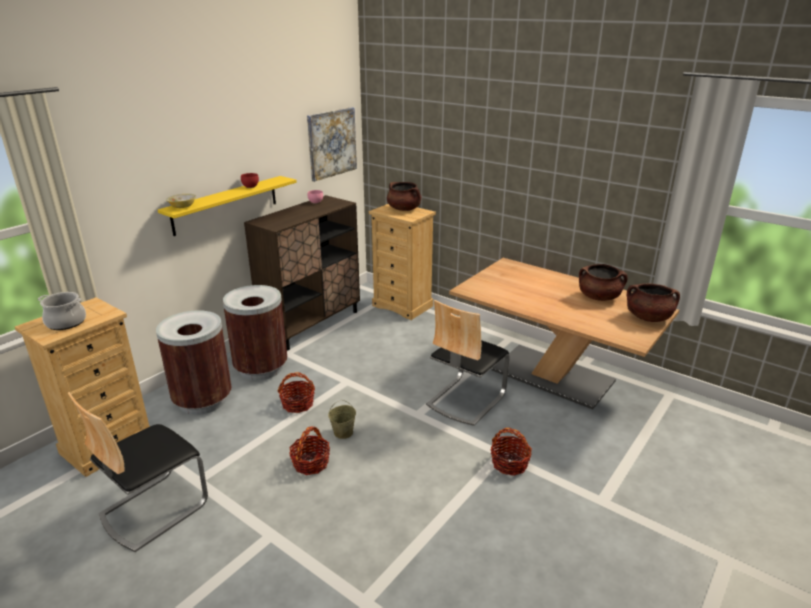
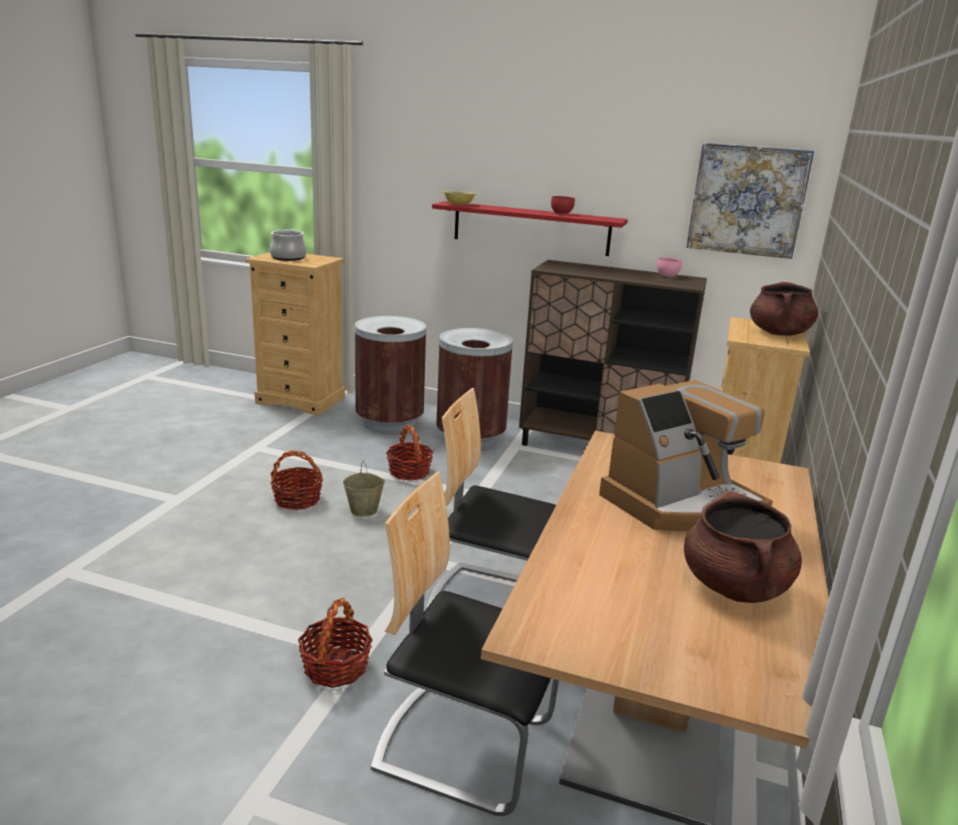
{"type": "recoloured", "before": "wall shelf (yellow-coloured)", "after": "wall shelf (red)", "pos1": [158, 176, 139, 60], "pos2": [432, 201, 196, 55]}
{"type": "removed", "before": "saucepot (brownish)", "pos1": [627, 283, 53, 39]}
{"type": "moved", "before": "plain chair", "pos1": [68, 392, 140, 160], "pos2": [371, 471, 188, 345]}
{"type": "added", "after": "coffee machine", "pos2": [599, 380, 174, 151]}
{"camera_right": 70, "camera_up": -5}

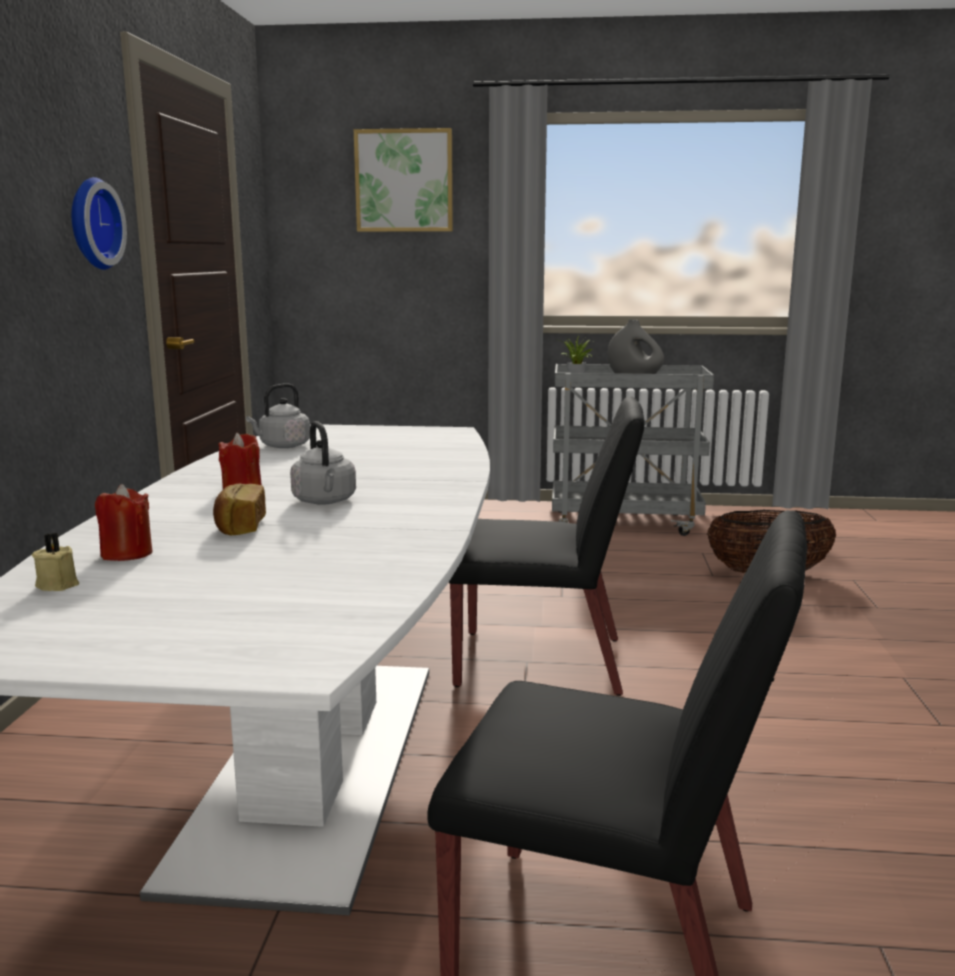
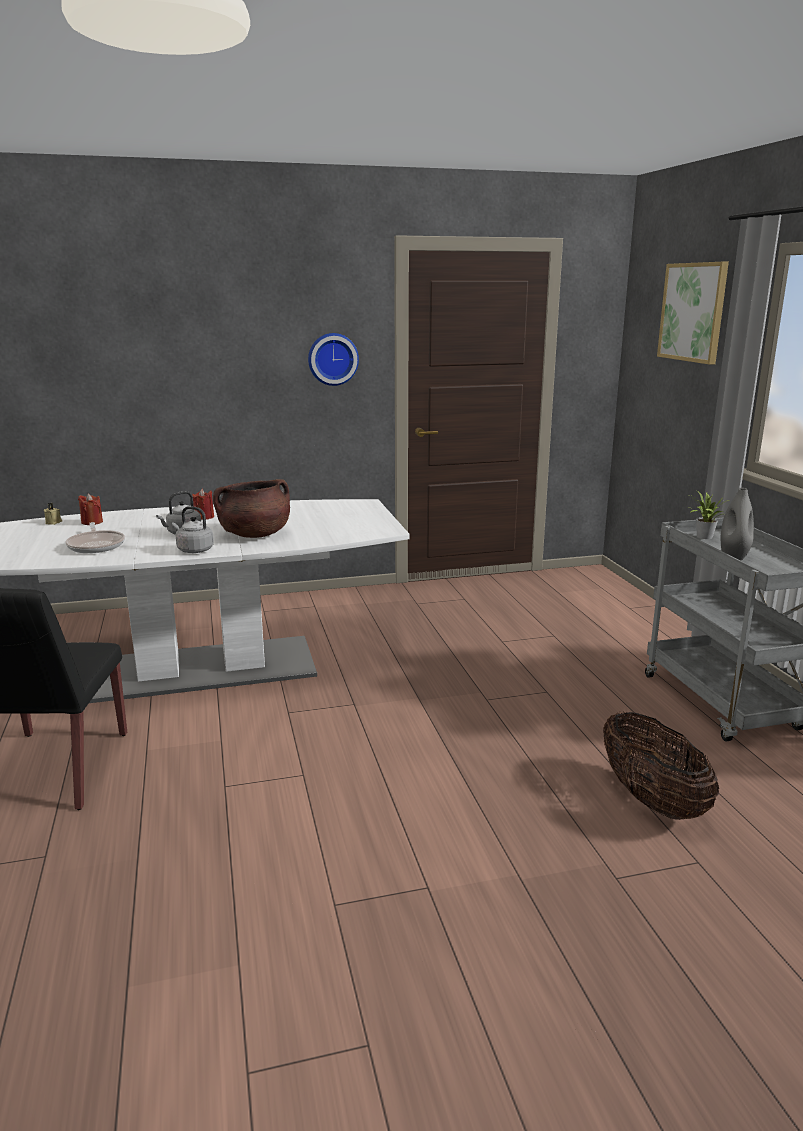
{"type": "moved", "before": "tea kettle (greyish)", "pos1": [246, 383, 64, 65], "pos2": [172, 506, 42, 47]}
{"type": "removed", "before": "plain chair (black-coloured)", "pos1": [449, 397, 196, 299]}
{"type": "removed", "before": "bakery bread", "pos1": [213, 484, 53, 51]}
{"type": "added", "after": "saucepot (brownish)", "pos2": [213, 479, 77, 59]}
{"type": "added", "after": "skillet", "pos2": [65, 522, 60, 31]}
{"camera_right": 70, "camera_up": 5}

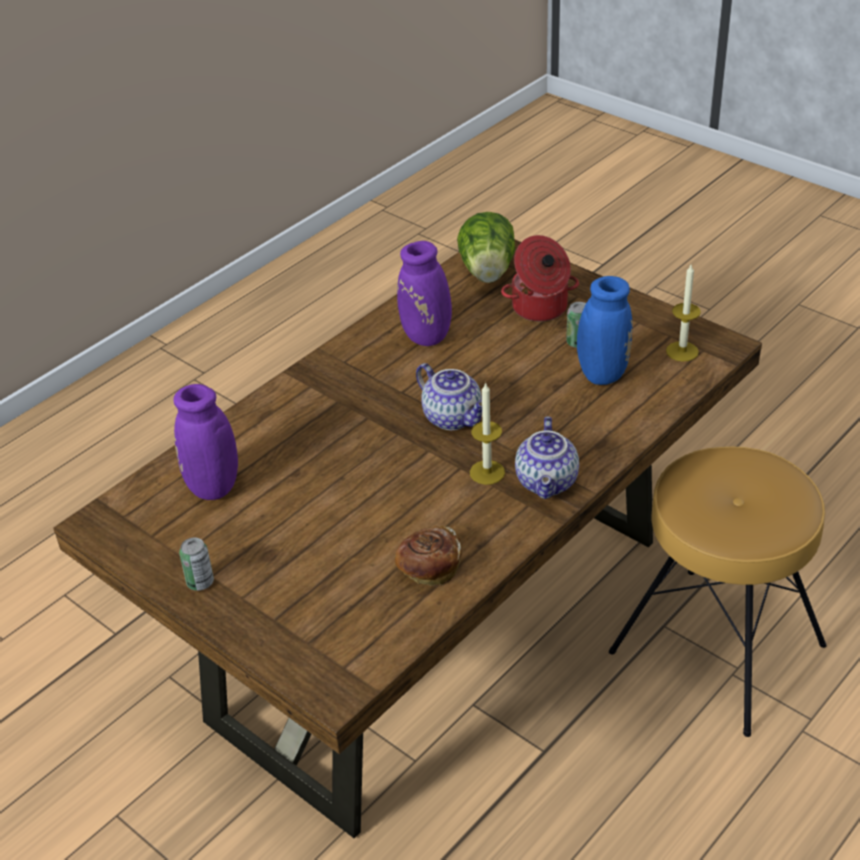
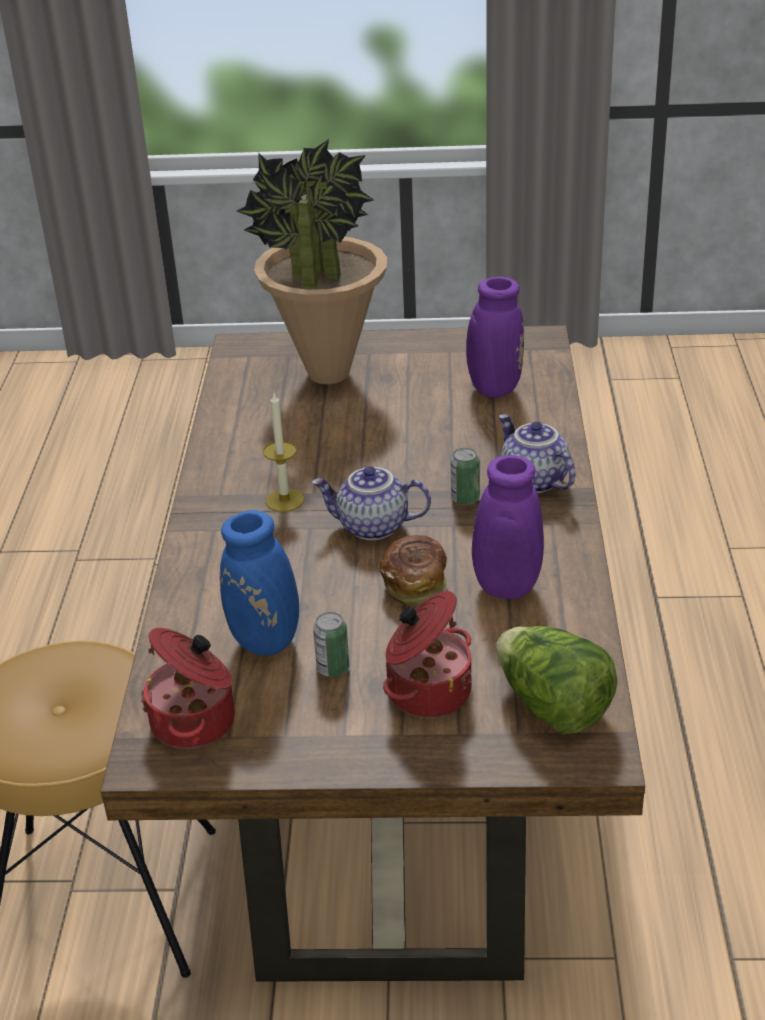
{"type": "replaced", "before": "wax candle", "after": "saucepot", "pos1": [666, 265, 35, 97], "pos2": [141, 628, 94, 121]}
{"type": "moved", "before": "teapot", "pos1": [515, 416, 64, 83], "pos2": [499, 414, 76, 79]}
{"type": "moved", "before": "bakery bread", "pos1": [395, 526, 67, 61], "pos2": [380, 535, 67, 71]}
{"type": "moved", "before": "sealed can", "pos1": [179, 538, 35, 53], "pos2": [451, 448, 29, 57]}
{"type": "added", "after": "houseplant", "pos2": [237, 139, 150, 245]}
{"camera_right": 140, "camera_up": -5}

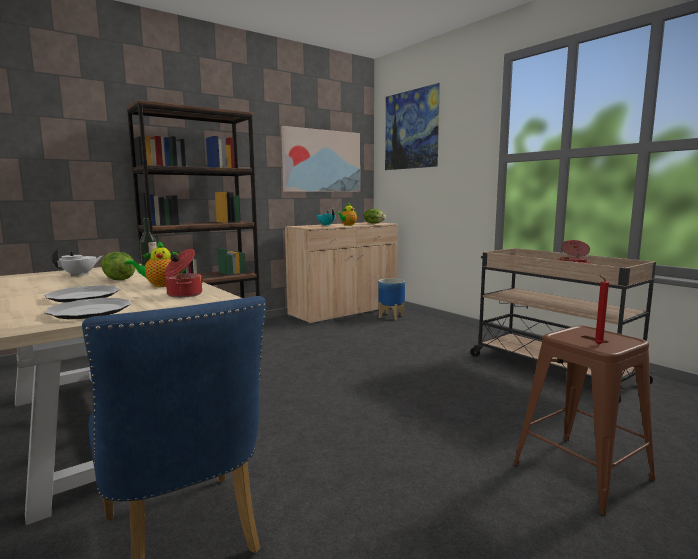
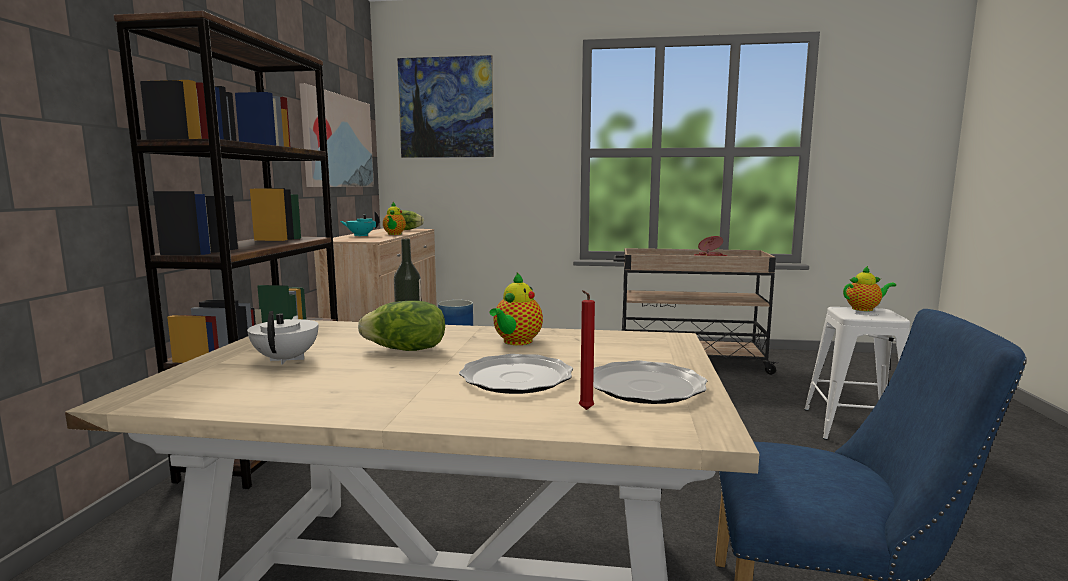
{"type": "removed", "before": "saucepot", "pos1": [164, 249, 39, 49]}
{"type": "moved", "before": "wax candle (red)", "pos1": [594, 275, 15, 70], "pos2": [579, 290, 16, 120]}
{"type": "recoloured", "before": "stool (brownish)", "after": "stool (whitish)", "pos1": [513, 325, 143, 191], "pos2": [804, 307, 106, 133]}
{"type": "added", "after": "teapot", "pos2": [843, 266, 53, 45]}
{"camera_right": -45, "camera_up": 0}

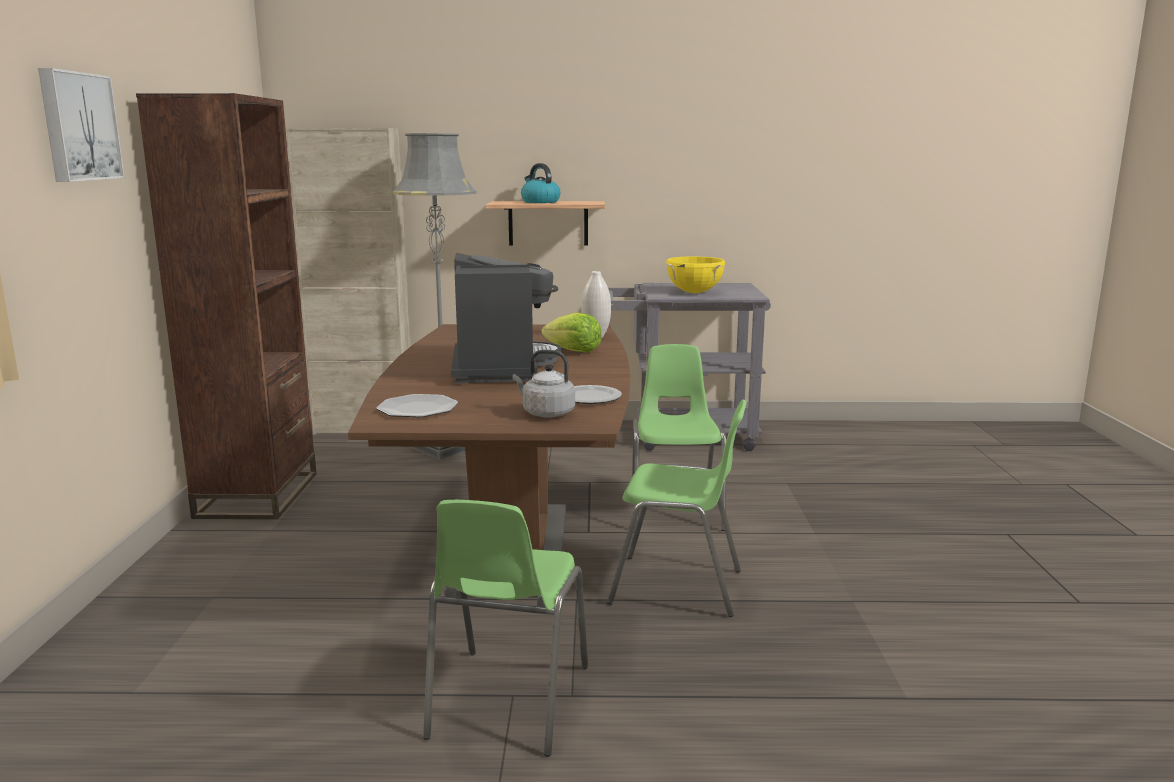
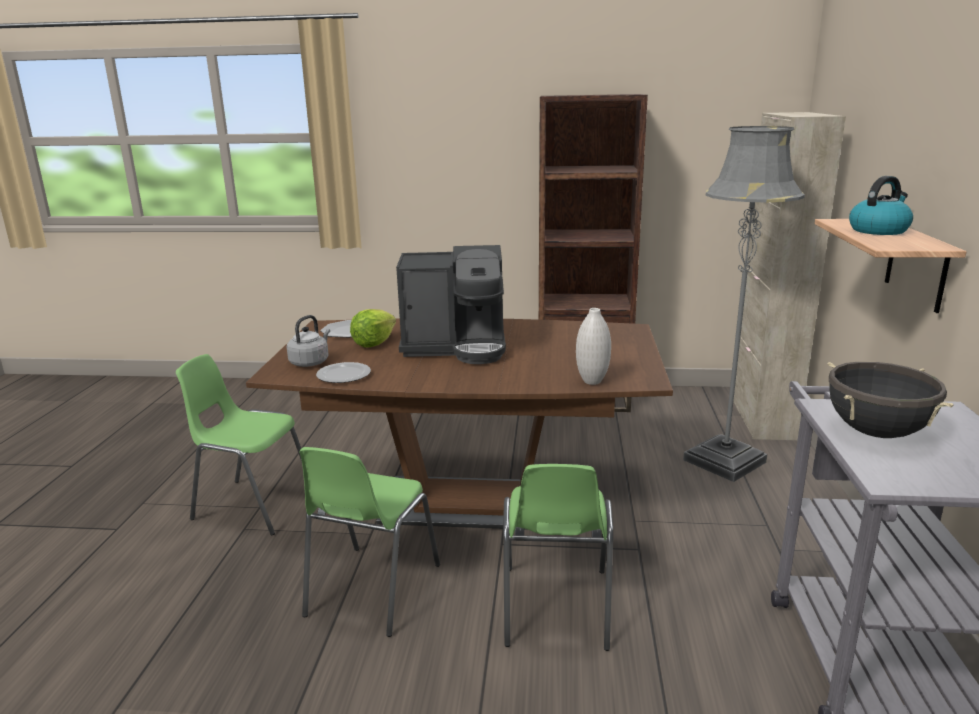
{"type": "removed", "before": "wall picture", "pos1": [38, 68, 87, 114]}
{"type": "recoloured", "before": "saucepot (yellow-coloured)", "after": "saucepot (black-coloured)", "pos1": [666, 256, 59, 37], "pos2": [828, 361, 126, 77]}
{"type": "moved", "before": "lettuce head", "pos1": [542, 313, 59, 40], "pos2": [350, 309, 46, 39]}
{"type": "turned", "before": "plain chair (green)", "pos1": [632, 344, 94, 187], "pos2": [503, 464, 110, 187], "turn": 90}
{"camera_right": 95, "camera_up": 5}

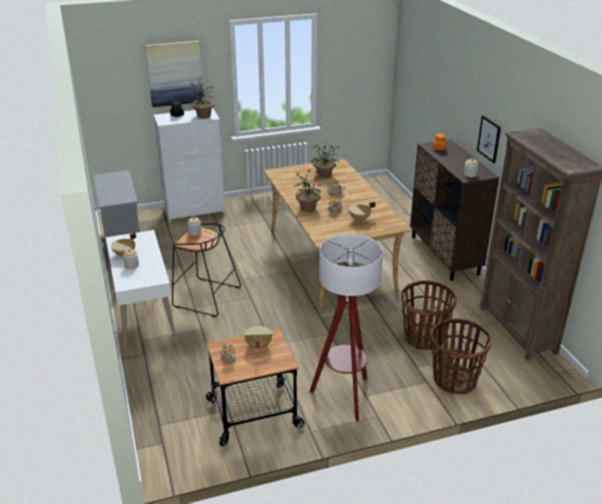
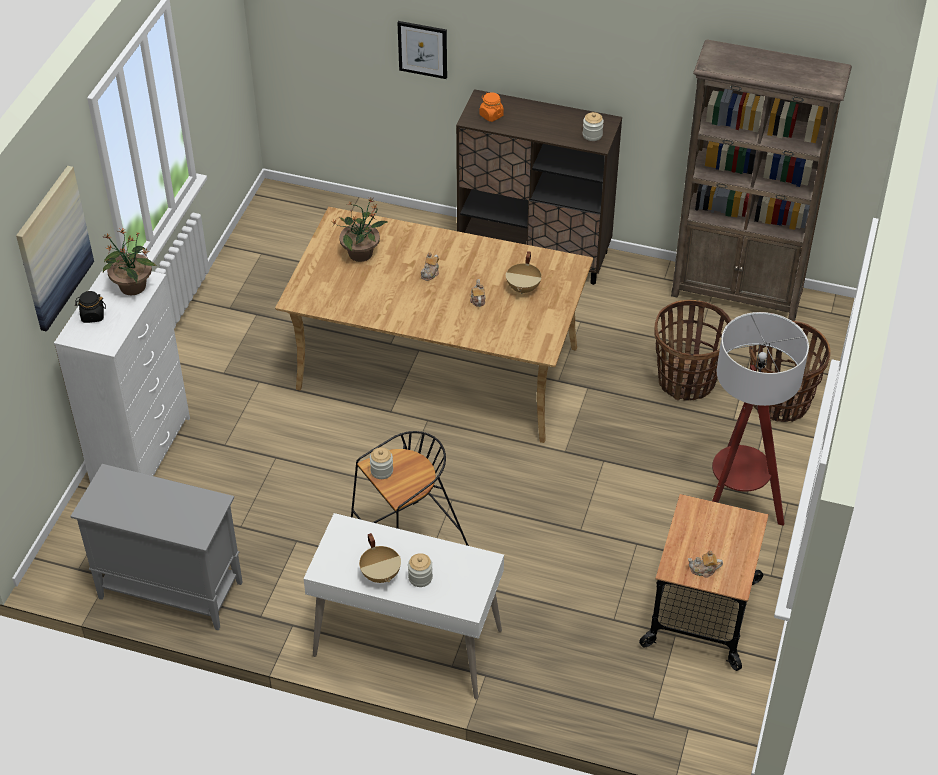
{"type": "moved", "before": "wall picture", "pos1": [477, 115, 24, 48], "pos2": [397, 21, 50, 58]}
{"type": "removed", "before": "houseplant", "pos1": [293, 168, 29, 44]}
{"type": "removed", "before": "saucepot (beige)", "pos1": [244, 324, 29, 26]}
{"camera_right": -55, "camera_up": 15}

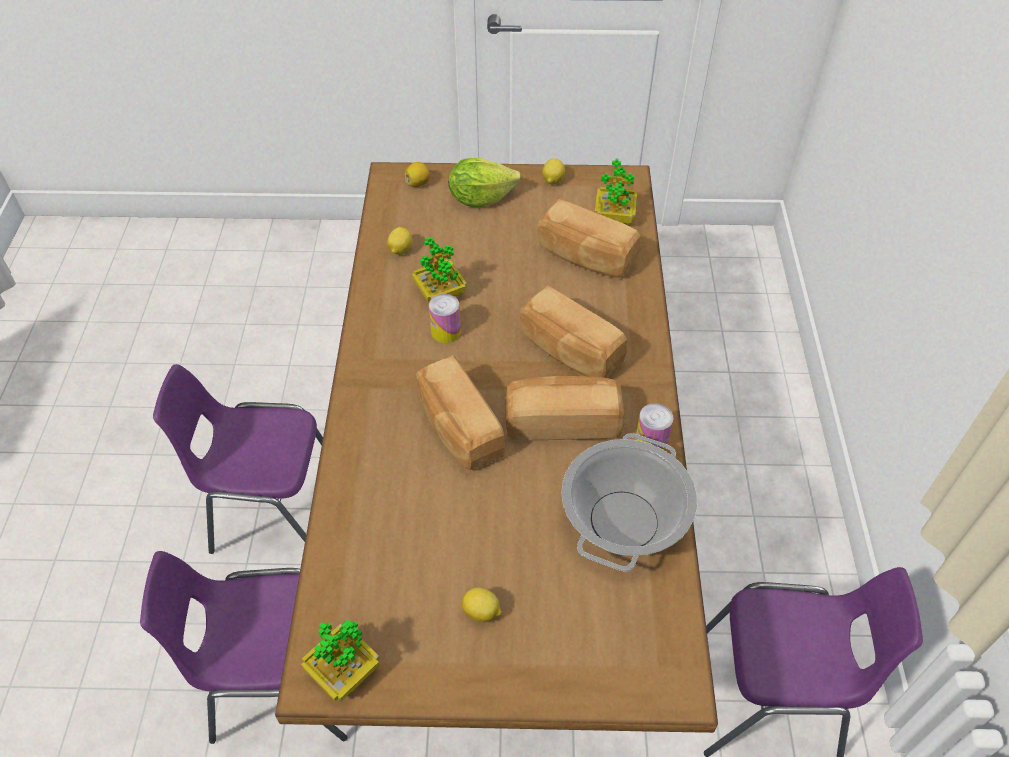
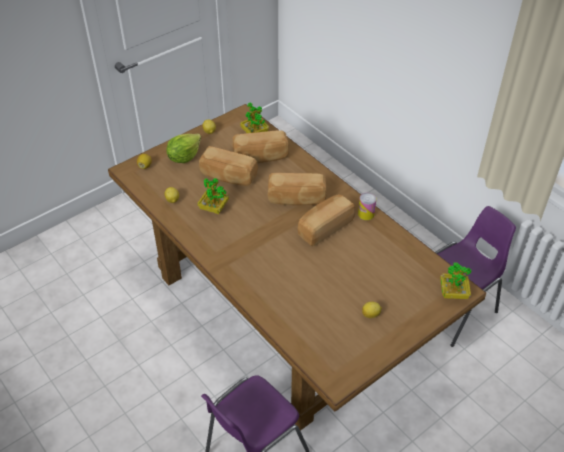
{"type": "removed", "before": "sealed can", "pos1": [429, 294, 32, 49]}
{"type": "moved", "before": "bakery bread", "pos1": [416, 355, 90, 115], "pos2": [199, 146, 59, 40]}
{"type": "removed", "before": "plain chair (purplish)", "pos1": [153, 364, 170, 190]}
{"type": "removed", "before": "saucepot", "pos1": [561, 433, 136, 139]}
{"type": "moved", "before": "houseplant", "pos1": [301, 620, 79, 82], "pos2": [440, 262, 31, 37]}
{"camera_right": -40, "camera_up": -5}

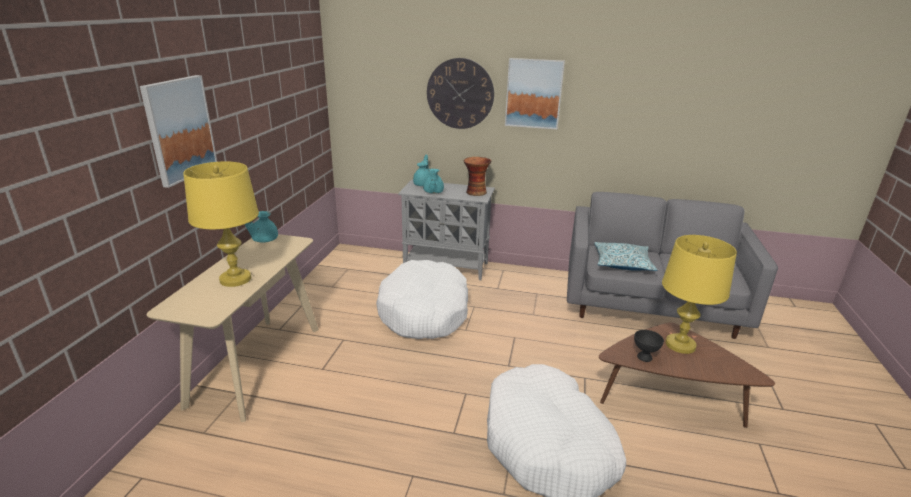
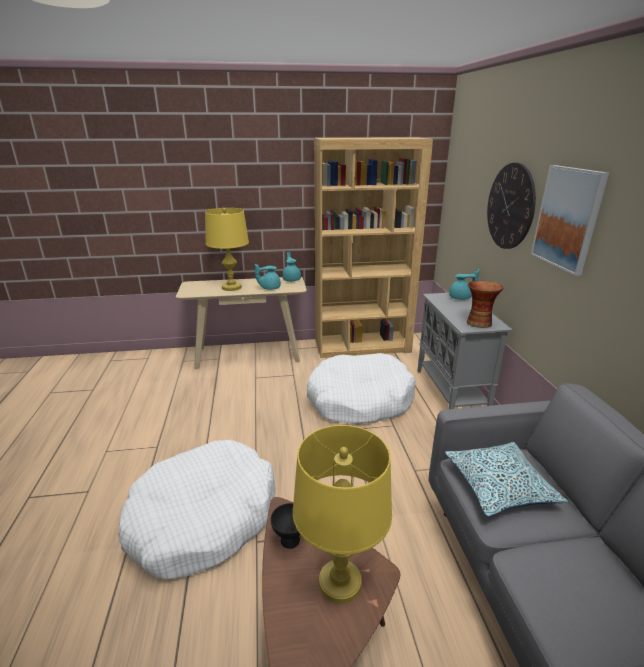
{"type": "removed", "before": "wall picture", "pos1": [140, 75, 77, 113]}
{"type": "moved", "before": "teapot (turquoise)", "pos1": [423, 168, 21, 26], "pos2": [255, 264, 26, 26]}
{"type": "added", "after": "bookcase (brownish)", "pos2": [314, 137, 119, 221]}
{"camera_right": 70, "camera_up": 0}

